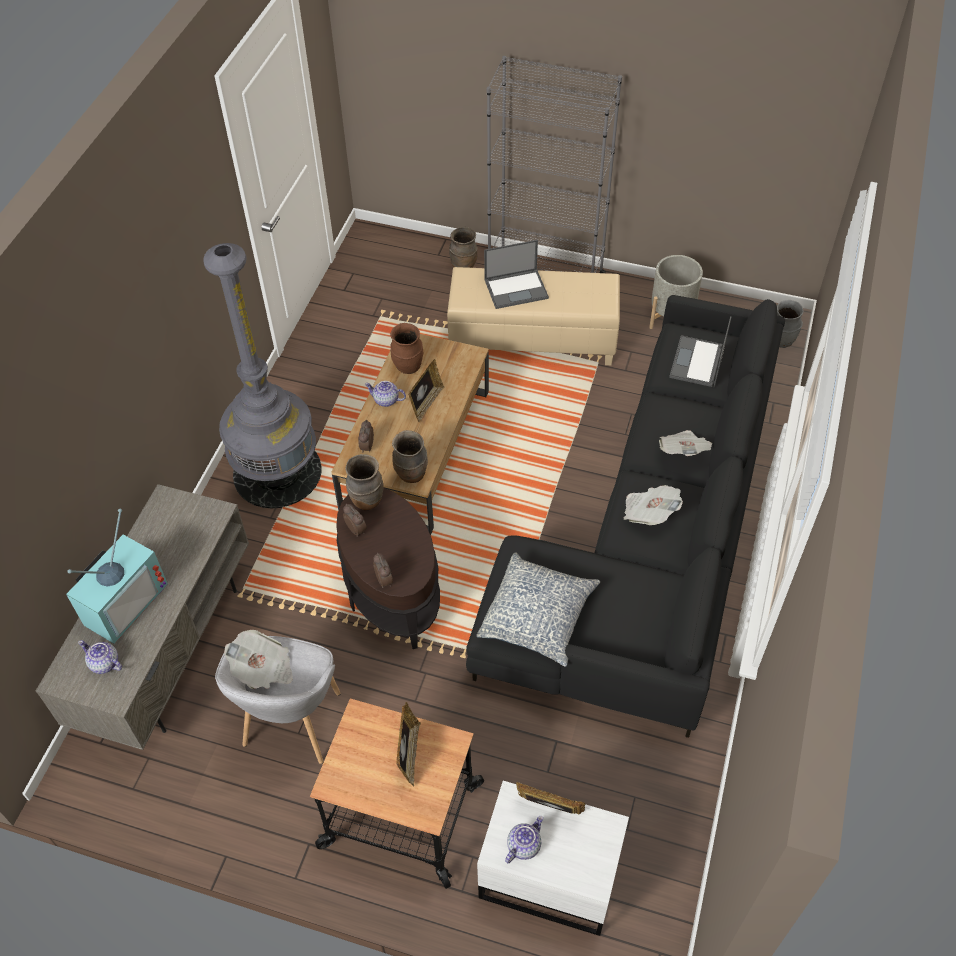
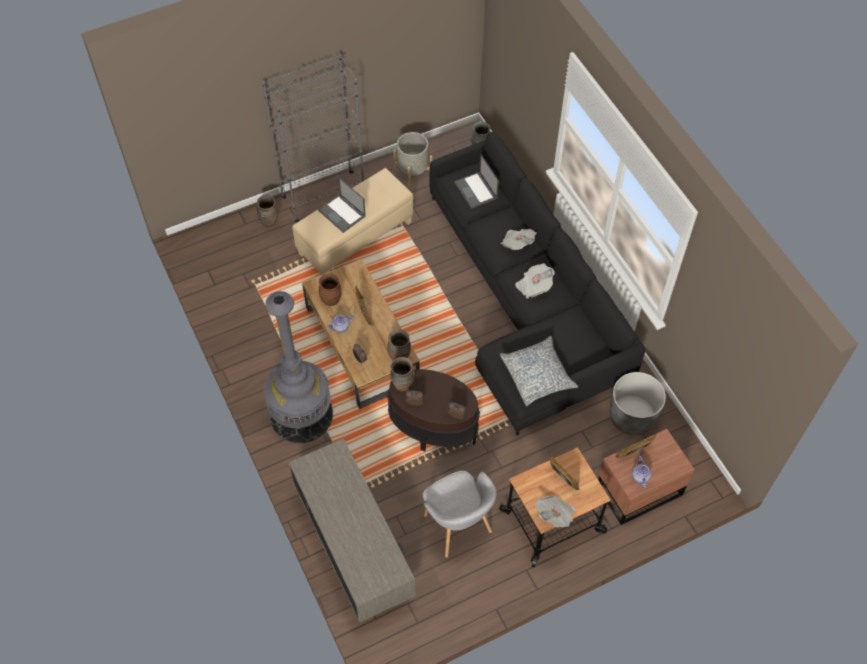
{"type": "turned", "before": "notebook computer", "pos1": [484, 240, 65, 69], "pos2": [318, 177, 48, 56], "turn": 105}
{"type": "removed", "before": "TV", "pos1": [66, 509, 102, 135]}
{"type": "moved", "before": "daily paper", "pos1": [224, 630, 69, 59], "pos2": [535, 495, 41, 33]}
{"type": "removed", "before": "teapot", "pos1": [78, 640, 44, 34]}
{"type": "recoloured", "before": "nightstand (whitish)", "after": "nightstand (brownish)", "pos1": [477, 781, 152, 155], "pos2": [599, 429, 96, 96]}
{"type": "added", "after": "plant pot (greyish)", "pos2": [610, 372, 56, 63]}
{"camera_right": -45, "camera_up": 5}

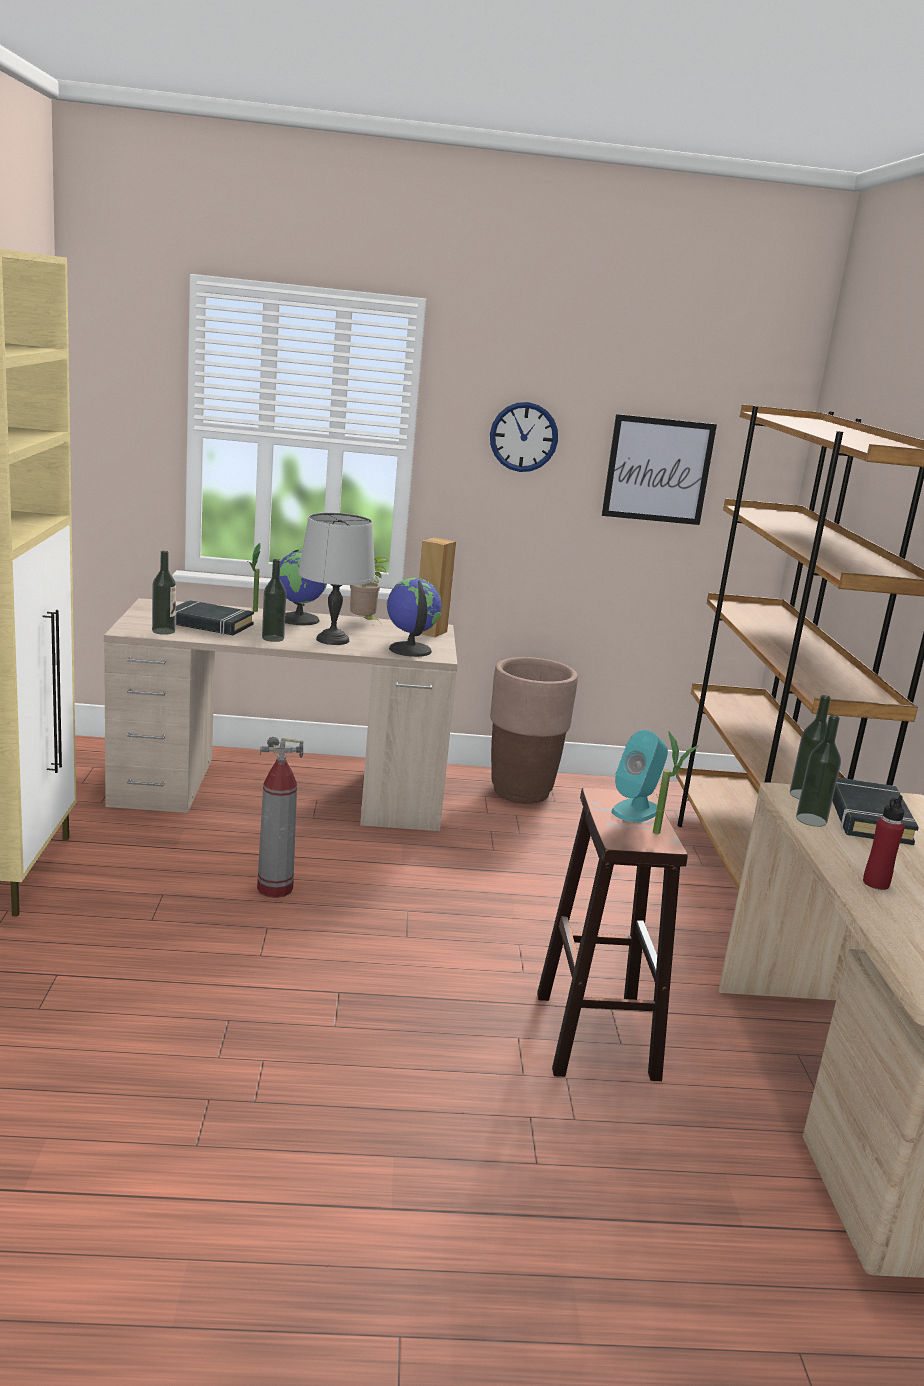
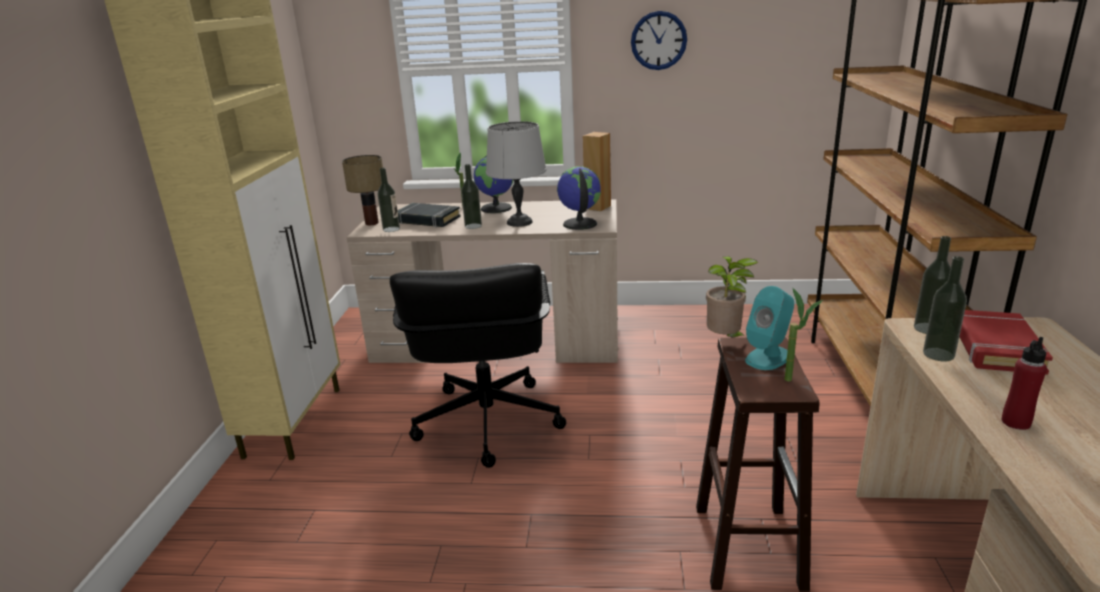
{"type": "removed", "before": "wall picture", "pos1": [602, 414, 115, 111]}
{"type": "moved", "before": "houseplant", "pos1": [350, 557, 39, 66], "pos2": [706, 256, 52, 82]}
{"type": "removed", "before": "plant pot (brownish)", "pos1": [490, 657, 88, 147]}
{"type": "replaced", "before": "extinguisher", "after": "computer chair (black-coloured)", "pos1": [257, 737, 46, 161], "pos2": [390, 263, 176, 205]}
{"type": "recoloured", "before": "volume (black-coloured)", "after": "volume (red)", "pos1": [832, 777, 87, 68], "pos2": [959, 310, 94, 64]}
{"type": "added", "after": "tabletop lamp", "pos2": [342, 155, 41, 70]}
{"camera_right": 10, "camera_up": 5}

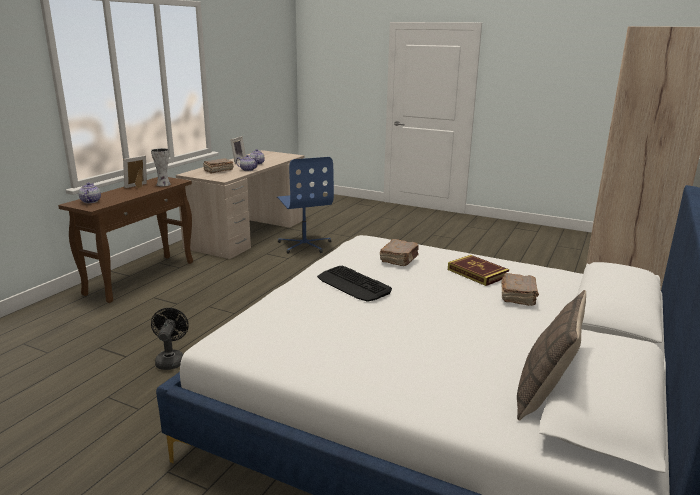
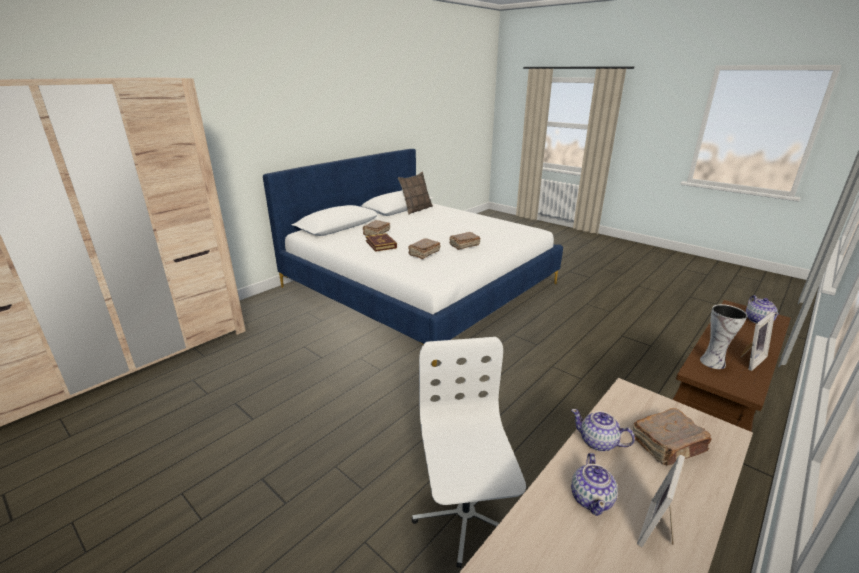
{"type": "recoloured", "before": "computer chair (blue)", "after": "computer chair (whitish)", "pos1": [277, 157, 57, 97], "pos2": [412, 337, 114, 231]}
{"type": "replaced", "before": "computer keyboard", "after": "volume (brownish)", "pos1": [317, 266, 75, 36], "pos2": [449, 232, 32, 18]}
{"type": "removed", "before": "electric fan (black-coloured)", "pos1": [151, 308, 38, 62]}
{"camera_right": -165, "camera_up": 5}

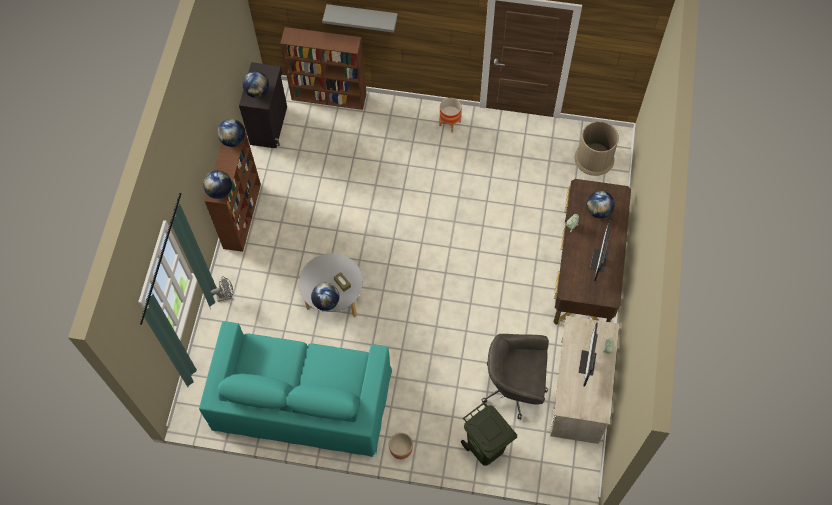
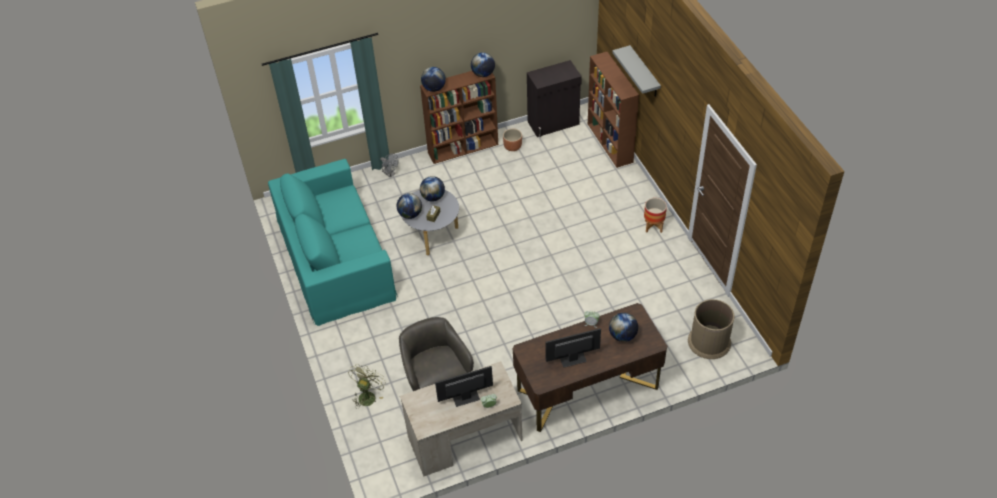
{"type": "moved", "before": "globe", "pos1": [242, 71, 27, 27], "pos2": [420, 176, 25, 26]}
{"type": "replaced", "before": "trash can (green)", "after": "electric fan (green)", "pos1": [461, 402, 56, 64], "pos2": [348, 364, 38, 45]}
{"type": "moved", "before": "plant pot (brownish)", "pos1": [389, 433, 24, 26], "pos2": [503, 129, 19, 22]}
{"camera_right": 60, "camera_up": -15}

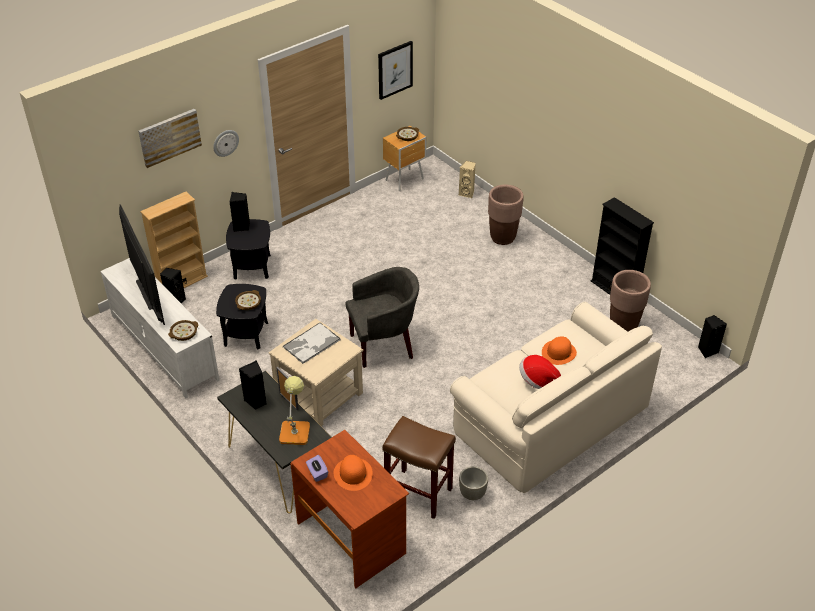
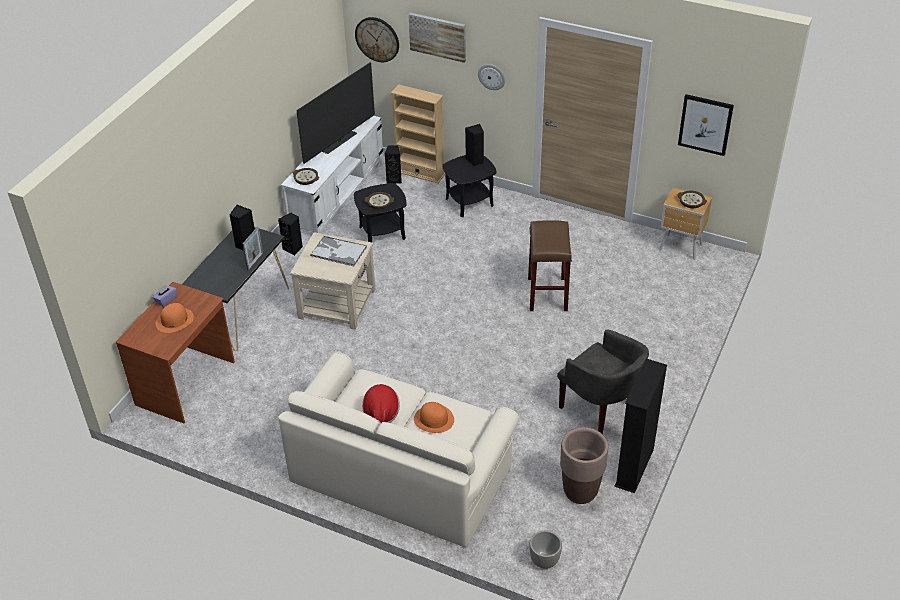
{"type": "removed", "before": "audio speaker (beige)", "pos1": [459, 161, 17, 37]}
{"type": "removed", "before": "plant pot (brownish)", "pos1": [488, 185, 36, 60]}
{"type": "moved", "before": "easy chair (greyish)", "pos1": [345, 267, 74, 101], "pos2": [557, 329, 92, 105]}
{"type": "moved", "before": "audio speaker (black-coloured)", "pos1": [698, 315, 29, 43], "pos2": [278, 213, 25, 43]}
{"type": "removed", "before": "tabletop lamp", "pos1": [279, 376, 31, 69]}
{"type": "moved", "before": "stool (brownish)", "pos1": [382, 416, 74, 103], "pos2": [528, 220, 44, 91]}
{"type": "moved", "before": "plant pot (greyish)", "pos1": [459, 466, 29, 34], "pos2": [530, 530, 32, 39]}
{"type": "added", "after": "hanging clock", "pos2": [355, 17, 44, 45]}
{"camera_right": 65, "camera_up": 0}

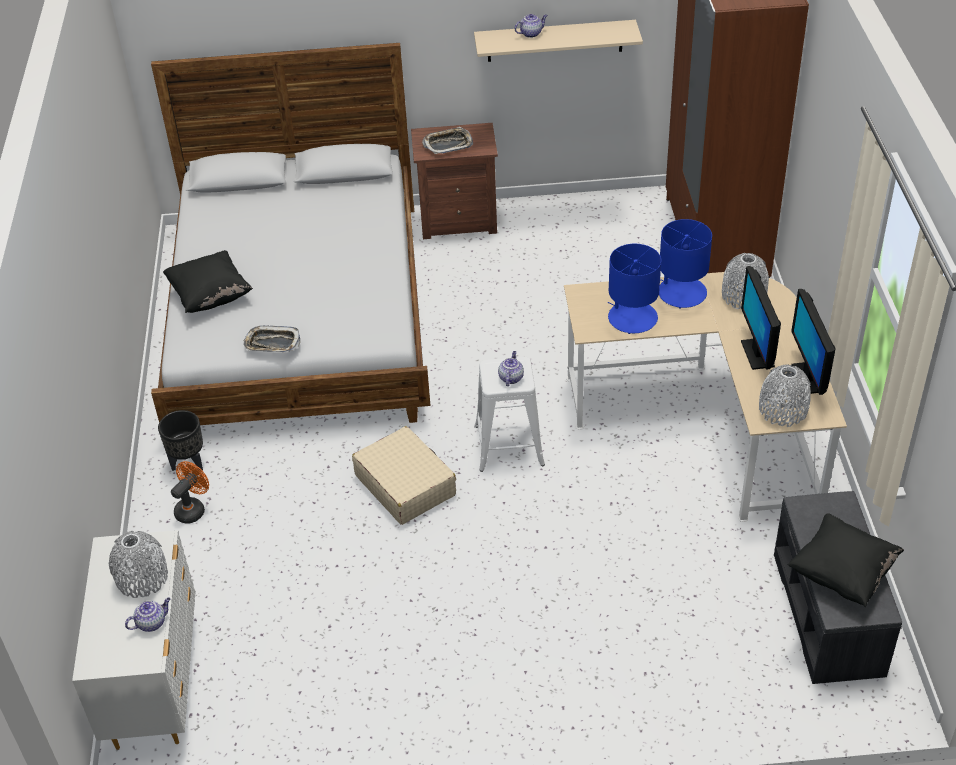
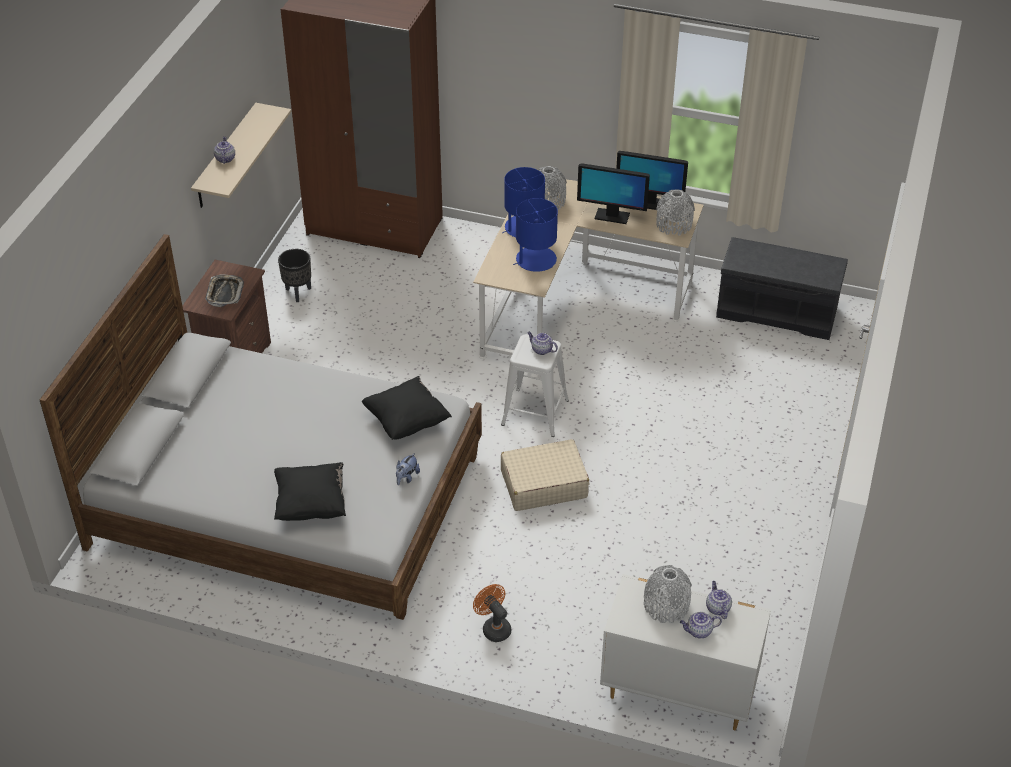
{"type": "replaced", "before": "tray", "after": "soft toy", "pos1": [243, 326, 58, 26], "pos2": [396, 453, 24, 32]}
{"type": "moved", "before": "plant pot (black-coloured)", "pos1": [158, 410, 45, 61], "pos2": [278, 249, 33, 53]}
{"type": "moved", "before": "cushion (black-coloured)", "pos1": [787, 513, 117, 94], "pos2": [362, 376, 90, 64]}
{"type": "added", "after": "teapot", "pos2": [680, 612, 42, 26]}
{"camera_right": -70, "camera_up": 0}

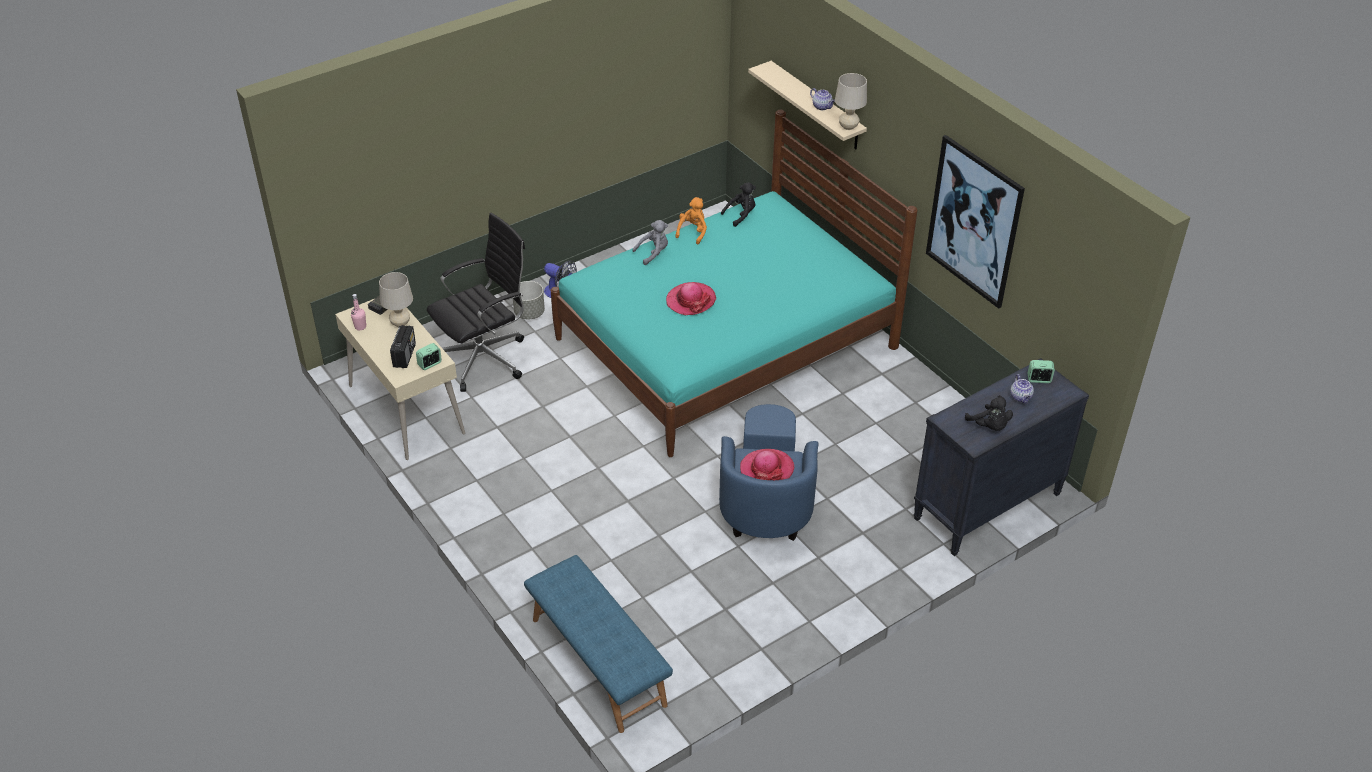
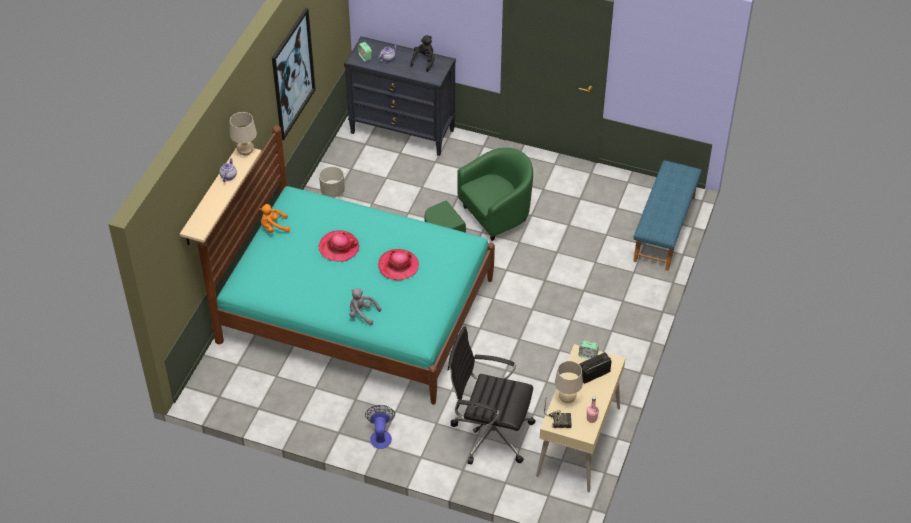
{"type": "removed", "before": "soft toy (black-coloured)", "pos1": [721, 182, 35, 45]}
{"type": "moved", "before": "soft toy (orange-coloured)", "pos1": [675, 197, 32, 47], "pos2": [259, 204, 31, 29]}
{"type": "moved", "before": "plant pot (greyish)", "pos1": [513, 281, 32, 38], "pos2": [319, 166, 26, 31]}
{"type": "recoloured", "before": "easy chair (blue)", "after": "easy chair (green)", "pos1": [719, 404, 100, 137], "pos2": [425, 148, 108, 93]}
{"type": "moved", "before": "wearable hat", "pos1": [740, 449, 54, 31], "pos2": [319, 230, 40, 32]}
{"camera_right": -125, "camera_up": 5}

